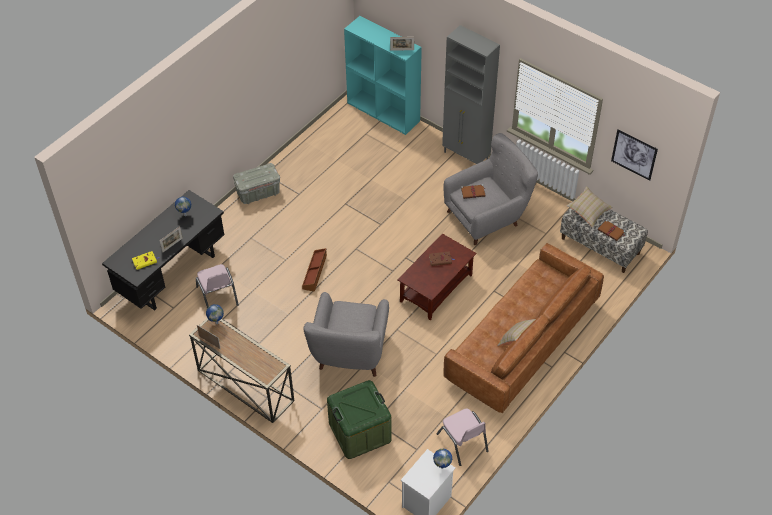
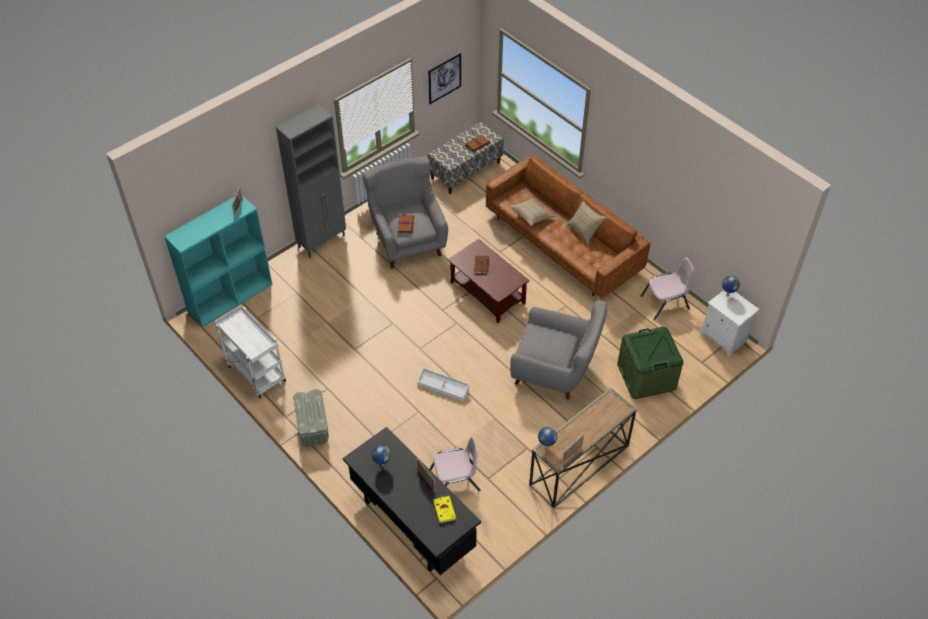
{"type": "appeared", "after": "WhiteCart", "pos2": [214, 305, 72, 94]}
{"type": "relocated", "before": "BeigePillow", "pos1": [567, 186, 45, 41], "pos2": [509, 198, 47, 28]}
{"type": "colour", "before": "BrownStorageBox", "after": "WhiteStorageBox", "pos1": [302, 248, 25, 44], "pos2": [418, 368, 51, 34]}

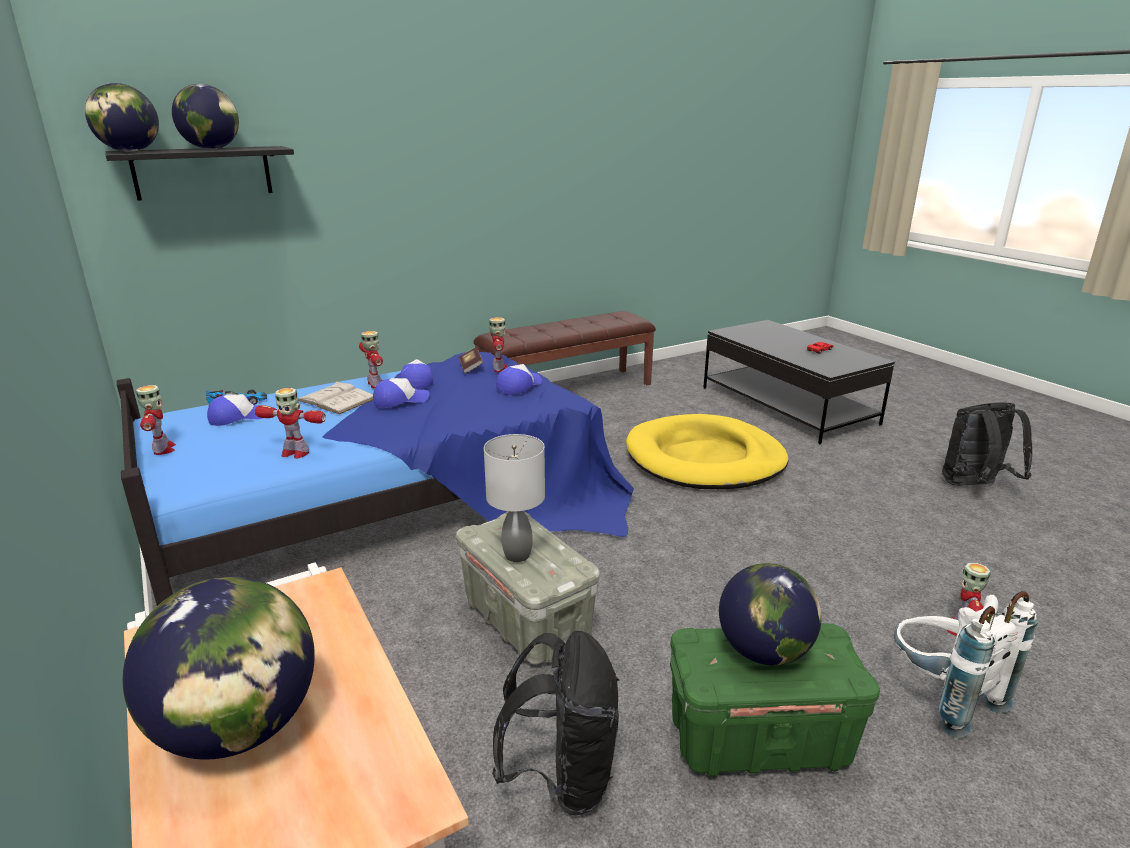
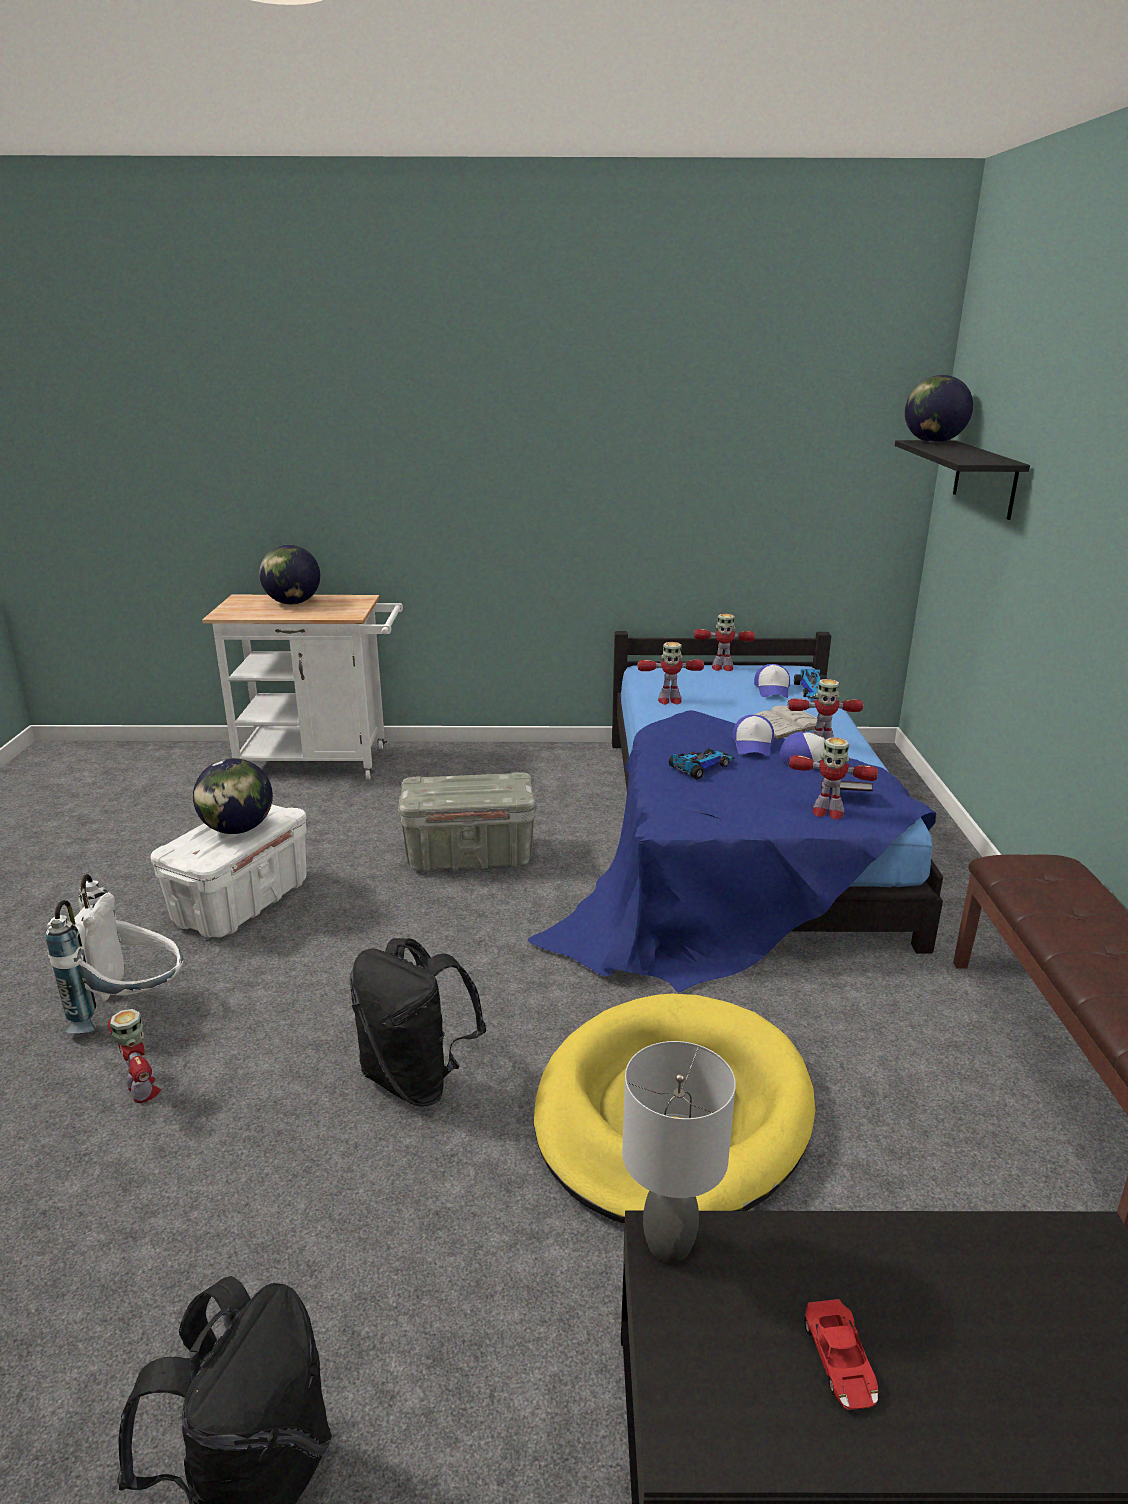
{"type": "missing", "before": "Globe", "pos1": [172, 84, 67, 65]}
{"type": "missing", "before": "Cap", "pos1": [496, 364, 46, 31]}
{"type": "appeared", "after": "ToyCar", "pos2": [669, 748, 66, 31]}
{"type": "relocated", "before": "GreyTableLamp", "pos1": [484, 434, 61, 128], "pos2": [622, 1041, 114, 222]}
{"type": "relocated", "before": "BlackBackpack", "pos1": [492, 631, 128, 185], "pos2": [350, 938, 136, 169]}
{"type": "colour", "before": "GreenStorageBox", "after": "WhiteStorageBox", "pos1": [670, 623, 210, 154], "pos2": [151, 805, 156, 133]}
{"type": "spun", "before": "ToyRobot", "pos1": [255, 388, 71, 71], "pos2": [638, 642, 66, 63], "turn": -135}

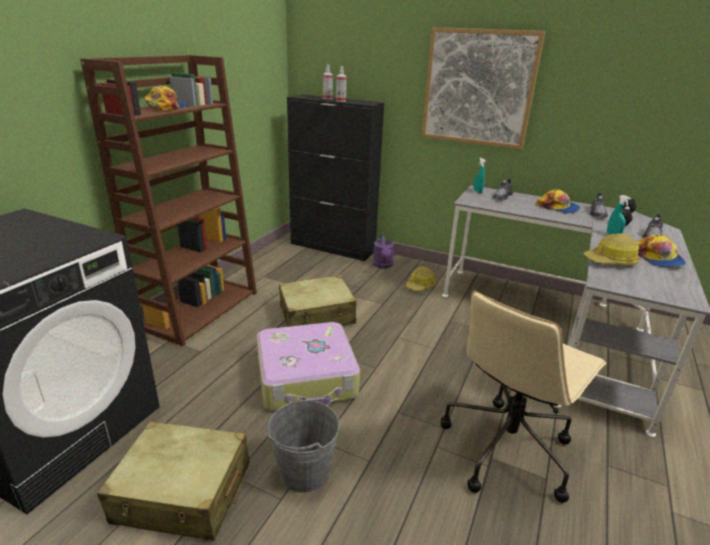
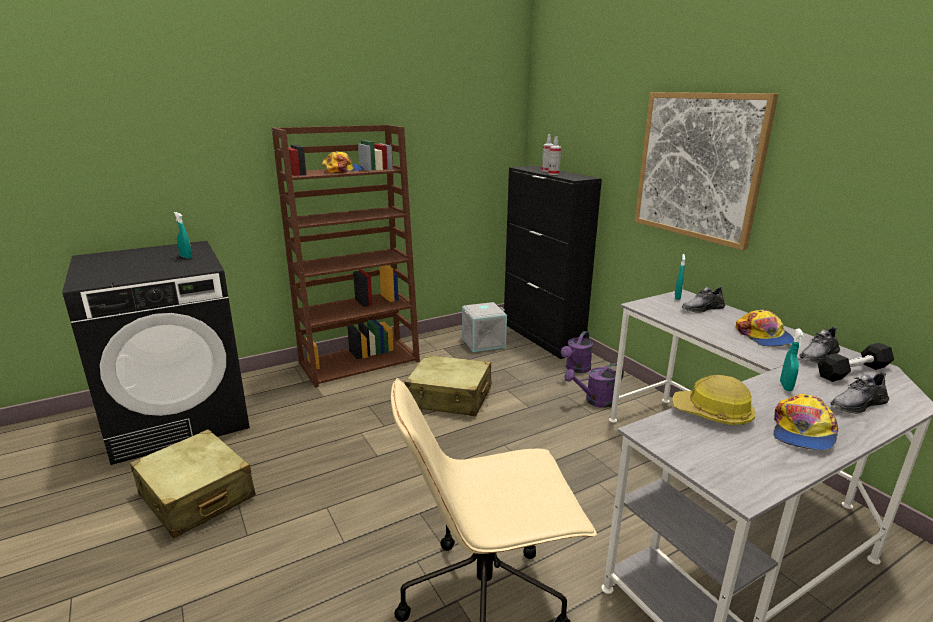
{"type": "missing", "before": "Suitcase", "pos1": [257, 322, 103, 88]}
{"type": "missing", "before": "GreyBucket", "pos1": [268, 400, 72, 93]}
{"type": "appeared", "after": "TurquoiseSprayBottle", "pos2": [174, 212, 18, 47]}
{"type": "appeared", "after": "GreyStorageBox", "pos2": [462, 302, 45, 50]}
{"type": "exchanged", "before": "HardHat", "after": "PurpleWateringCan", "pos1": [406, 267, 30, 24], "pos2": [564, 363, 60, 45]}

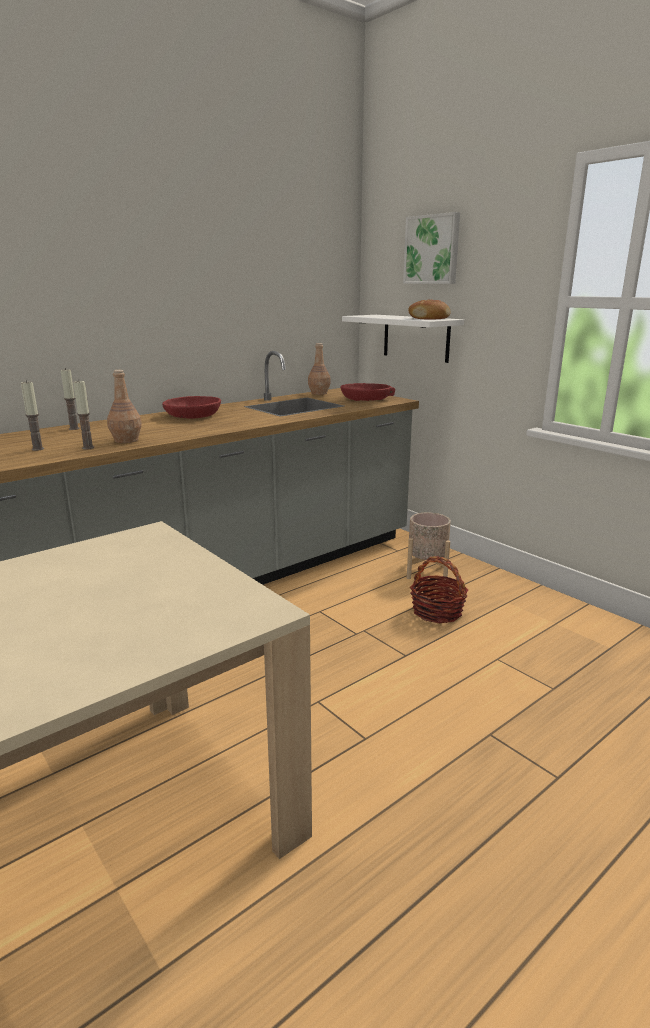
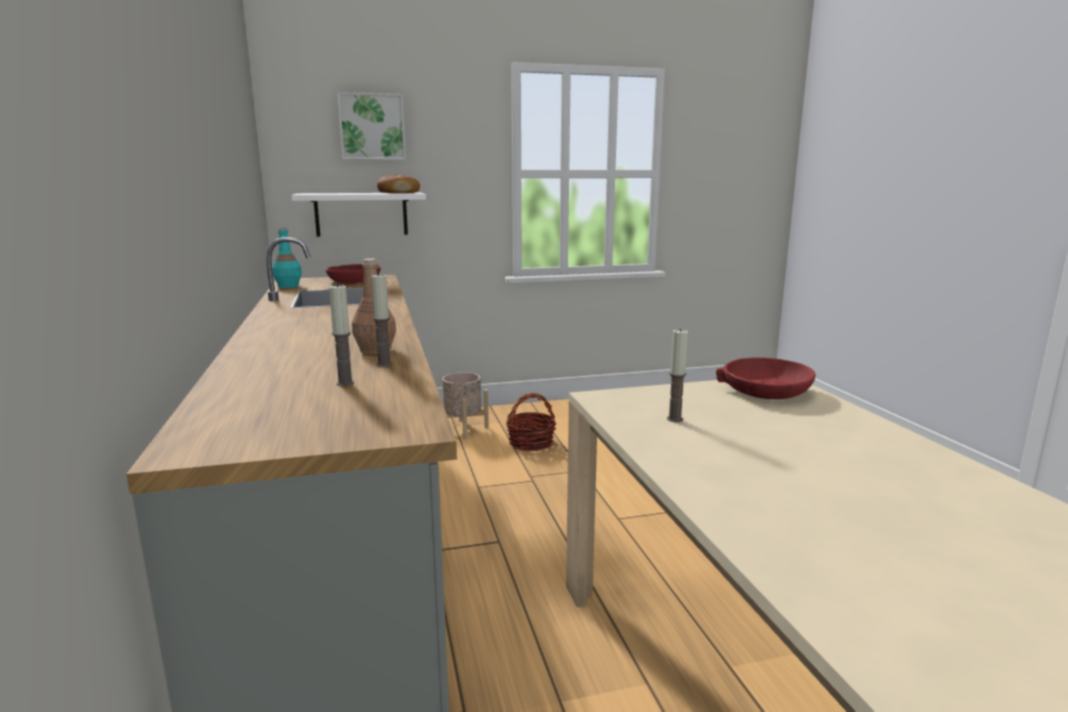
{"type": "relocated", "before": "Candle", "pos1": [61, 368, 19, 62], "pos2": [667, 328, 21, 94]}
{"type": "relocated", "before": "RedBowl", "pos1": [162, 396, 59, 23], "pos2": [716, 357, 100, 42]}
{"type": "colour", "before": "BrownBottle", "after": "TurquoiseBottle", "pos1": [308, 343, 23, 52], "pos2": [272, 227, 30, 61]}

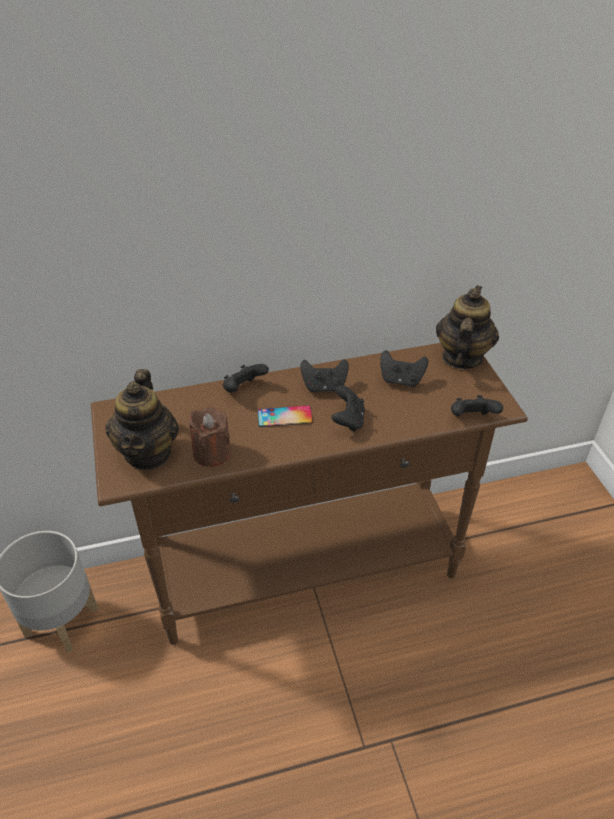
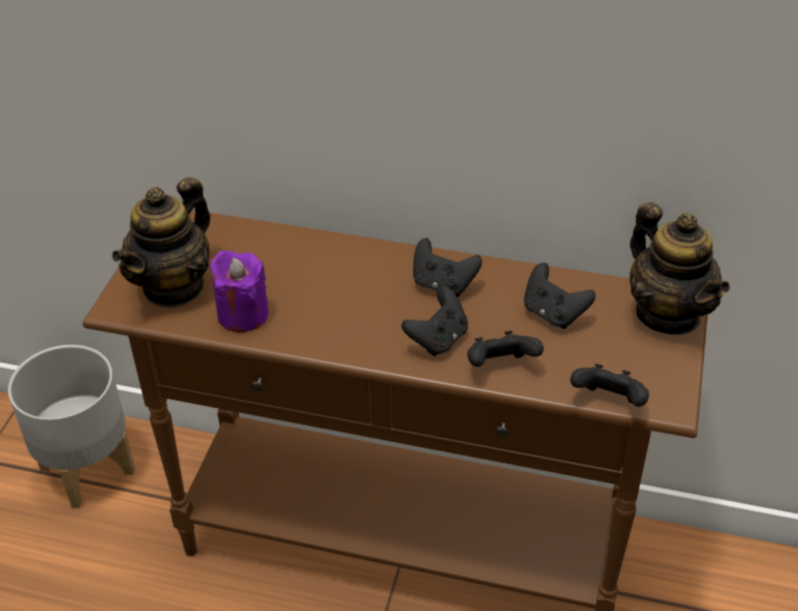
{"type": "missing", "before": "Phone", "pos1": [258, 405, 55, 22]}
{"type": "relocated", "before": "BlackGameController", "pos1": [223, 364, 46, 29], "pos2": [467, 331, 77, 36]}
{"type": "colour", "before": "BrownCandle", "after": "PurpleCandle", "pos1": [189, 407, 42, 60], "pos2": [209, 250, 60, 82]}
{"type": "spun", "before": "Teapot", "pos1": [436, 285, 63, 84], "pos2": [629, 202, 101, 133], "turn": 105}

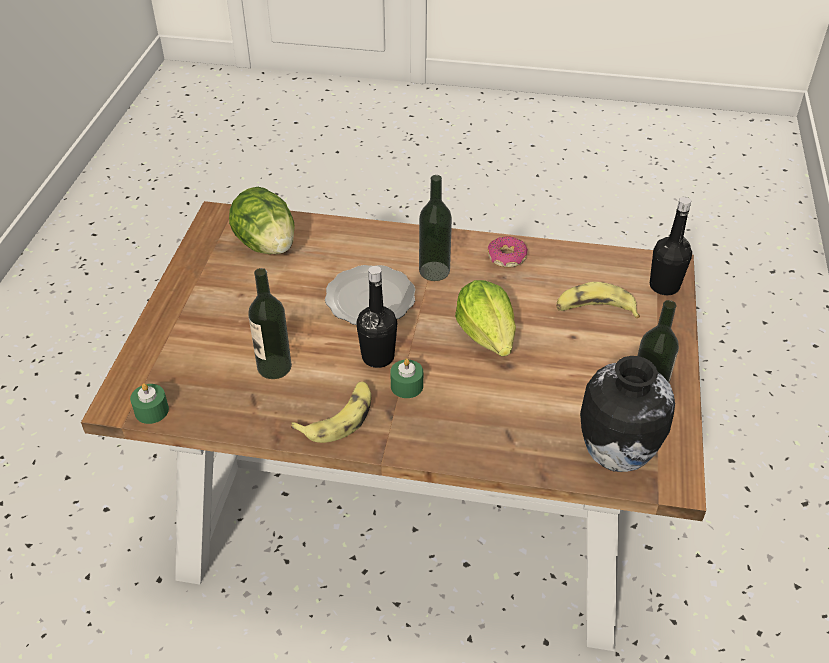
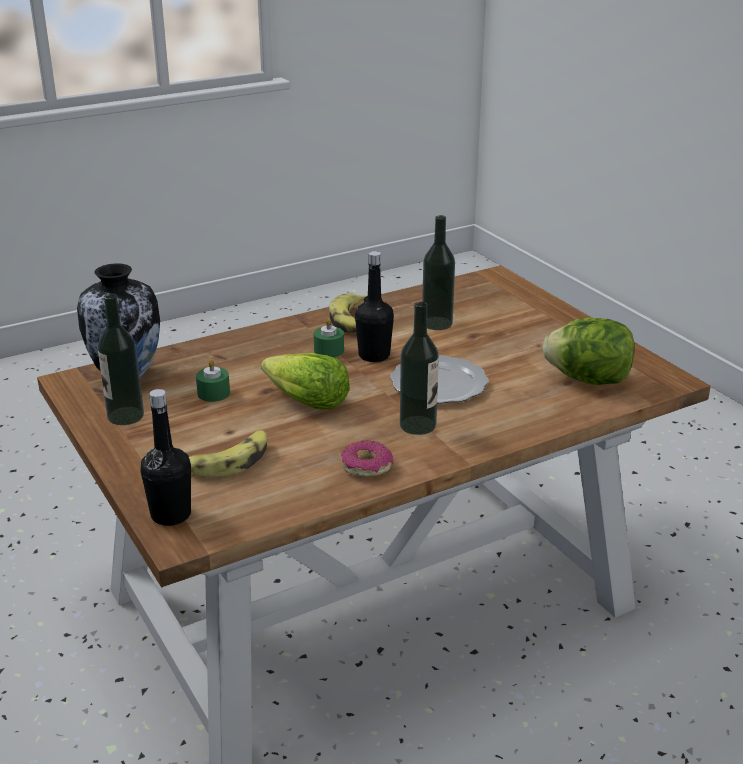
{"type": "relocated", "before": "GreenCandle", "pos1": [130, 383, 39, 41], "pos2": [196, 359, 34, 43]}

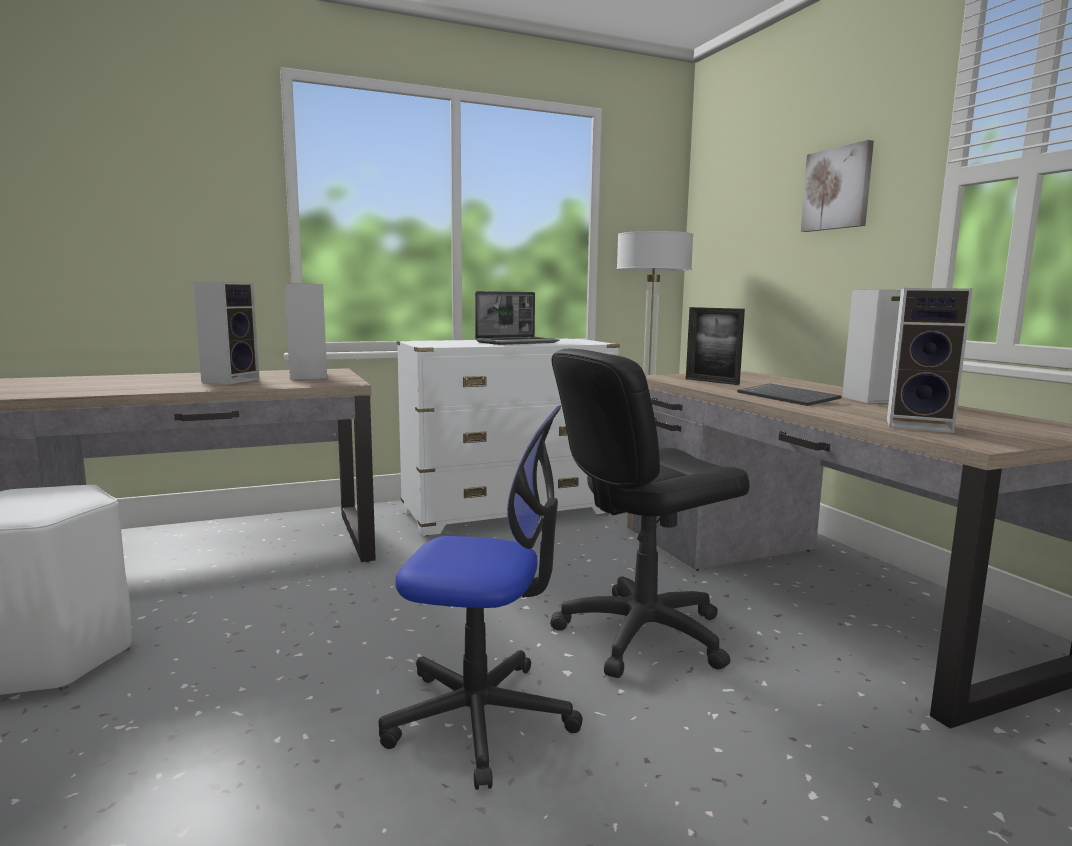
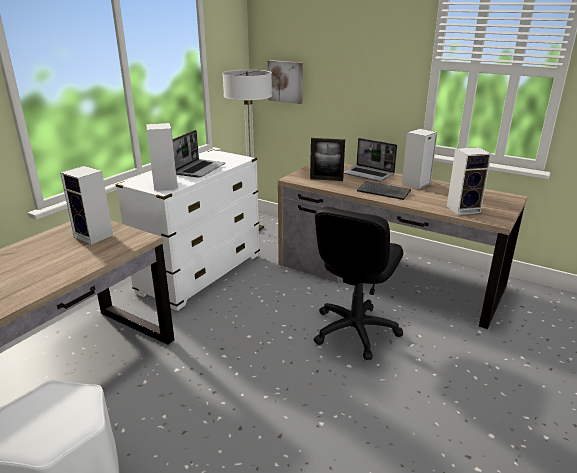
{"type": "missing", "before": "OfficeChair", "pos1": [379, 406, 204, 384]}
{"type": "appeared", "after": "Laptop", "pos2": [344, 138, 53, 44]}
{"type": "relocated", "before": "Speaker", "pos1": [193, 282, 67, 102], "pos2": [146, 123, 32, 67]}
{"type": "relocated", "before": "Picture", "pos1": [801, 140, 73, 92], "pos2": [268, 60, 35, 44]}

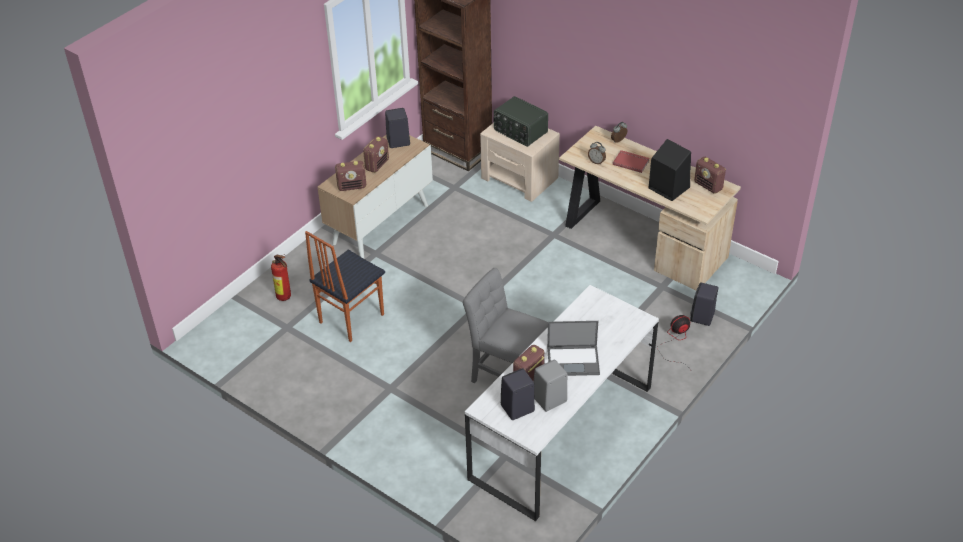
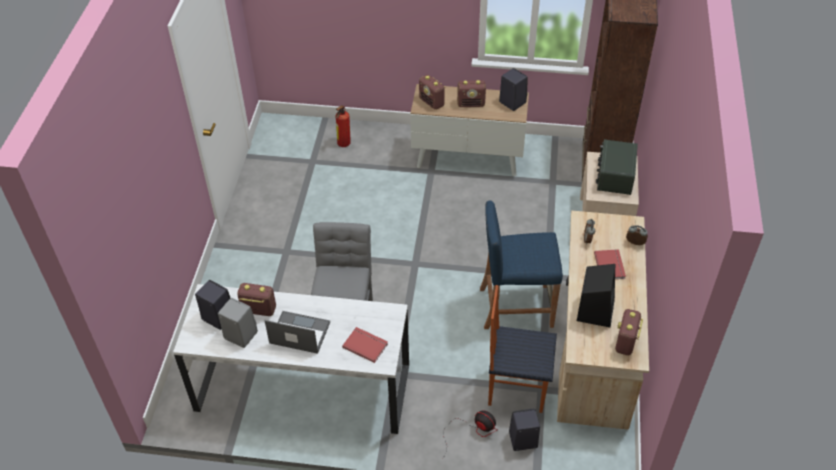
{"type": "appeared", "after": "RedBook", "pos2": [342, 327, 46, 36]}
{"type": "appeared", "after": "BlueStool", "pos2": [480, 200, 83, 129]}
{"type": "relocated", "before": "Chair", "pos1": [305, 231, 80, 111], "pos2": [488, 285, 69, 128]}
{"type": "spun", "before": "Laptop", "pos1": [547, 321, 53, 55], "pos2": [264, 311, 66, 43], "turn": 135}

